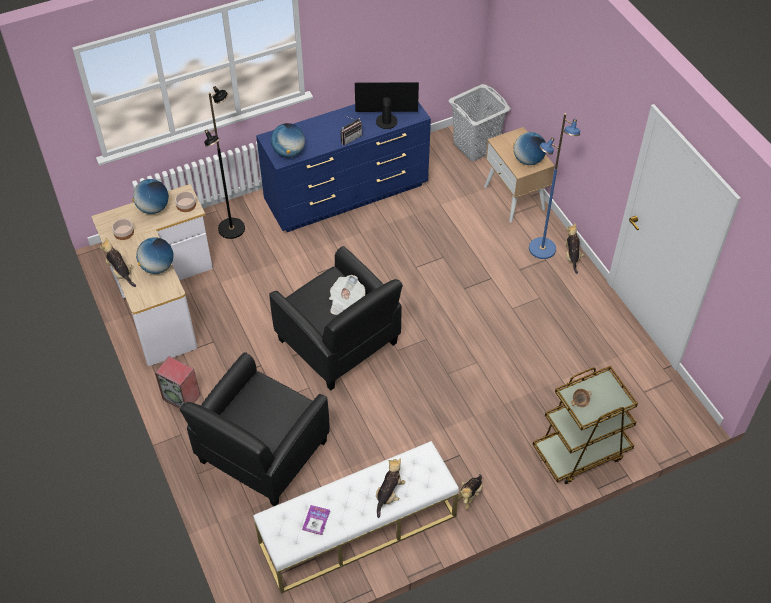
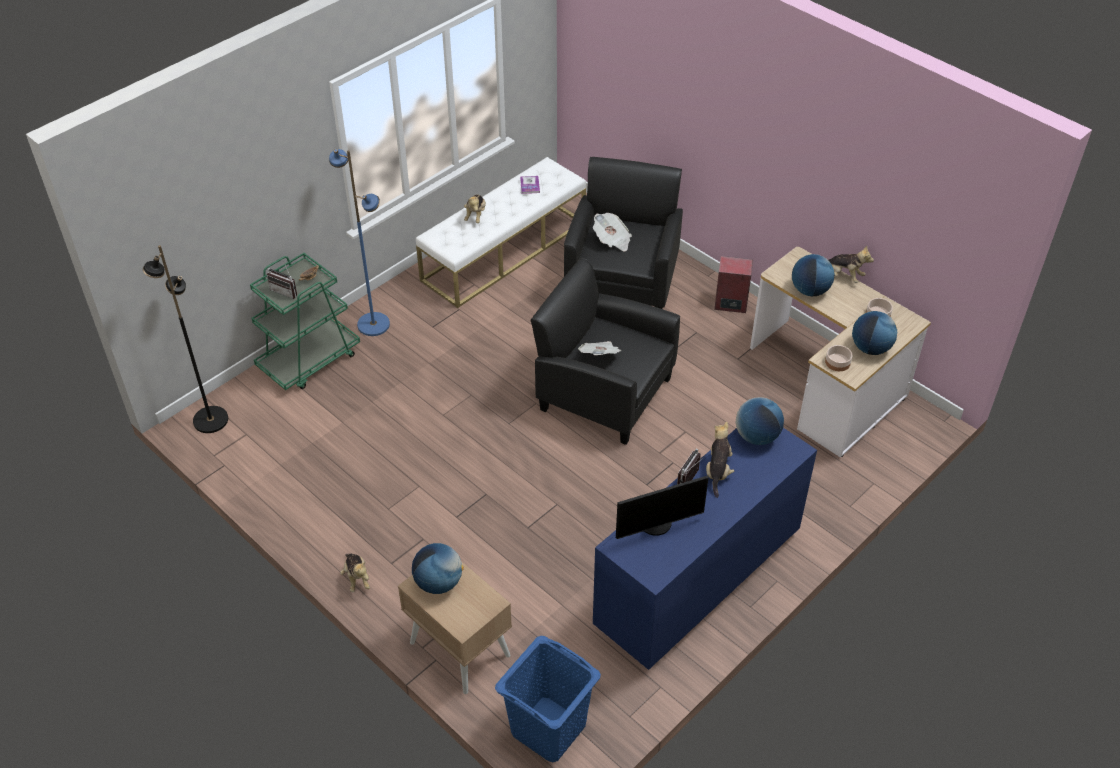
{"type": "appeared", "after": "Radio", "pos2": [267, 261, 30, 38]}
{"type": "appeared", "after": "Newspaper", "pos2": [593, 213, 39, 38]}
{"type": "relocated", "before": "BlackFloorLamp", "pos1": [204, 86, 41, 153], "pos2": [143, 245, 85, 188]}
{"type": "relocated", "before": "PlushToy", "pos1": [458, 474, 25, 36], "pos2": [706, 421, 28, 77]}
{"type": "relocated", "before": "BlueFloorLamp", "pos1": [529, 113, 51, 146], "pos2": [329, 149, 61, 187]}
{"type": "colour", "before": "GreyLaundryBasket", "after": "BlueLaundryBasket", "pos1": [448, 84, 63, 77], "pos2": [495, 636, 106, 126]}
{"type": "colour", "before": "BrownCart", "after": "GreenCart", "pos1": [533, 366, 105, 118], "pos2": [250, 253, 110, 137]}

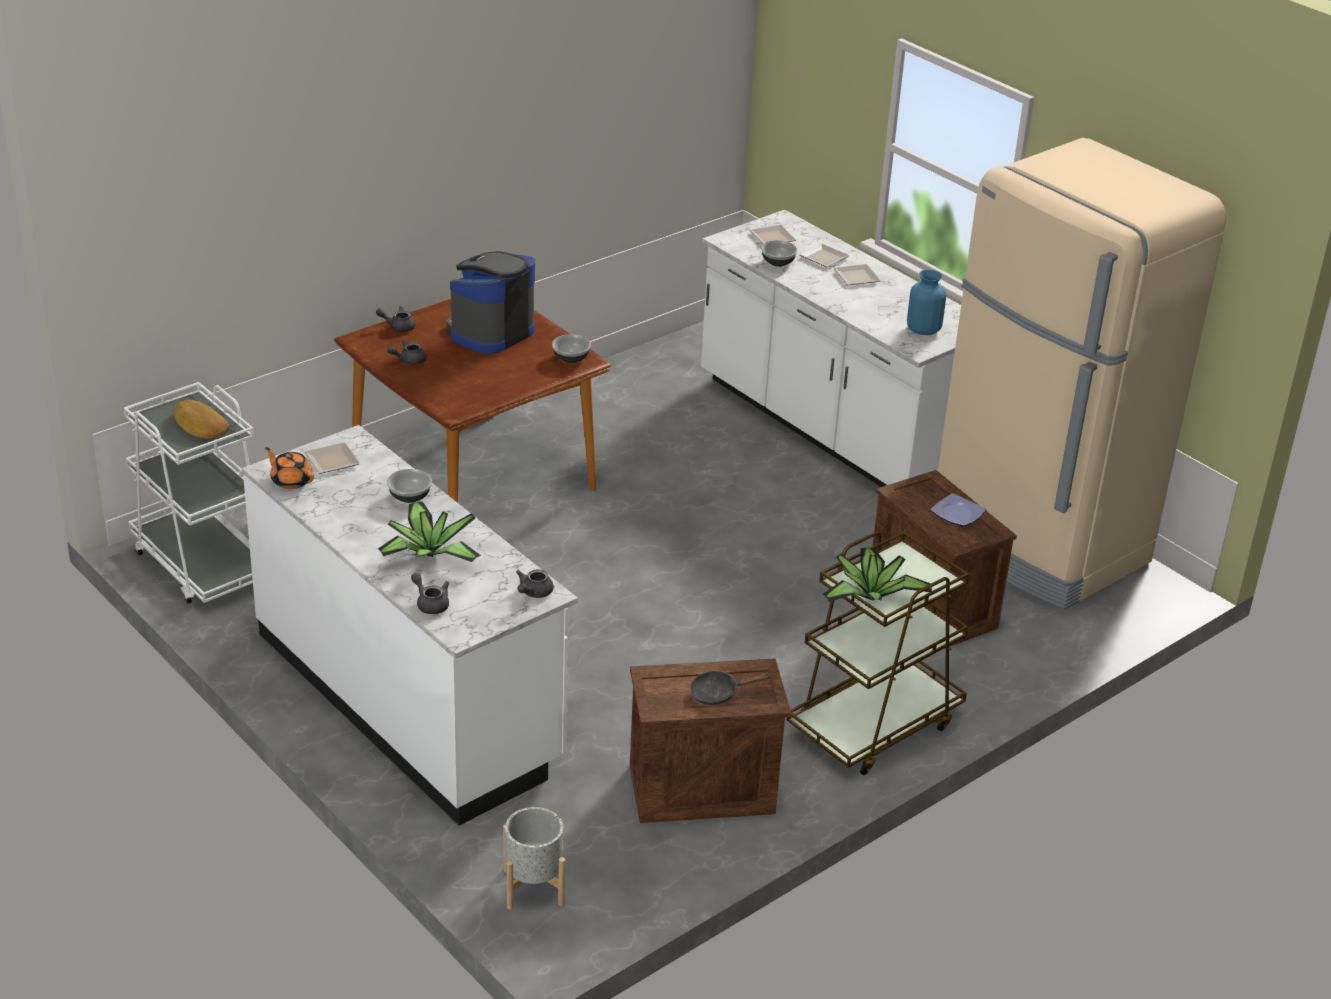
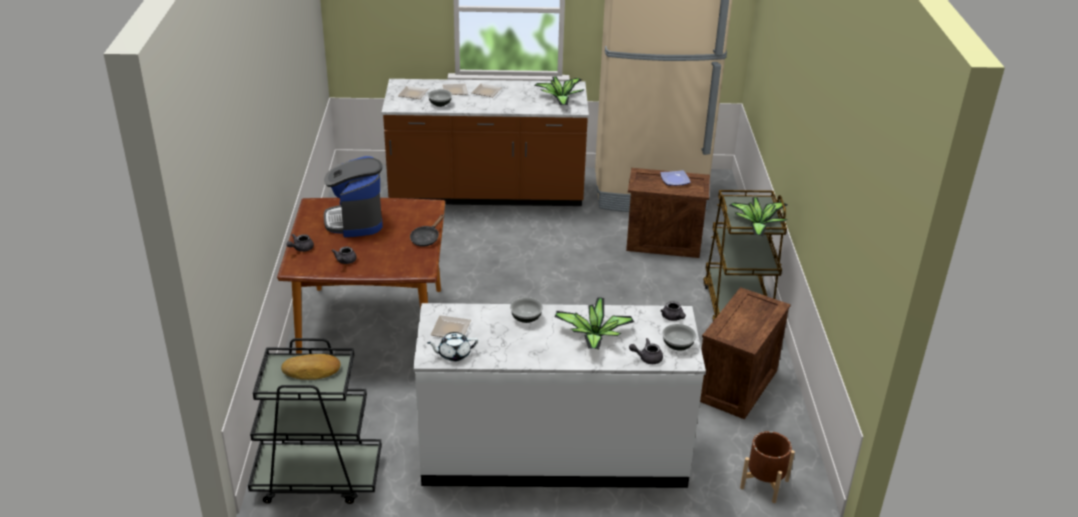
{"type": "relocated", "before": "Bowl", "pos1": [552, 334, 39, 29], "pos2": [662, 324, 34, 27]}
{"type": "relocated", "before": "BlackFryingPan", "pos1": [690, 671, 80, 34], "pos2": [410, 214, 34, 33]}
{"type": "exchanged", "before": "BlueVase", "after": "PottedPlant", "pos1": [907, 269, 39, 66], "pos2": [534, 76, 51, 29]}
{"type": "colour", "before": "WhiteCart", "after": "BlackCart", "pos1": [124, 382, 130, 222], "pos2": [248, 338, 134, 166]}
{"type": "colour", "before": "OrangeTeapot", "after": "WhiteTeapot", "pos1": [265, 447, 49, 42], "pos2": [427, 332, 51, 30]}
{"type": "colour", "before": "GreyPlanter", "after": "BrownPlanter", "pos1": [503, 807, 62, 103], "pos2": [740, 431, 55, 72]}
{"type": "colour", "before": "WhiteCounter", "after": "BrownCounter", "pos1": [701, 210, 260, 277], "pos2": [382, 79, 207, 127]}

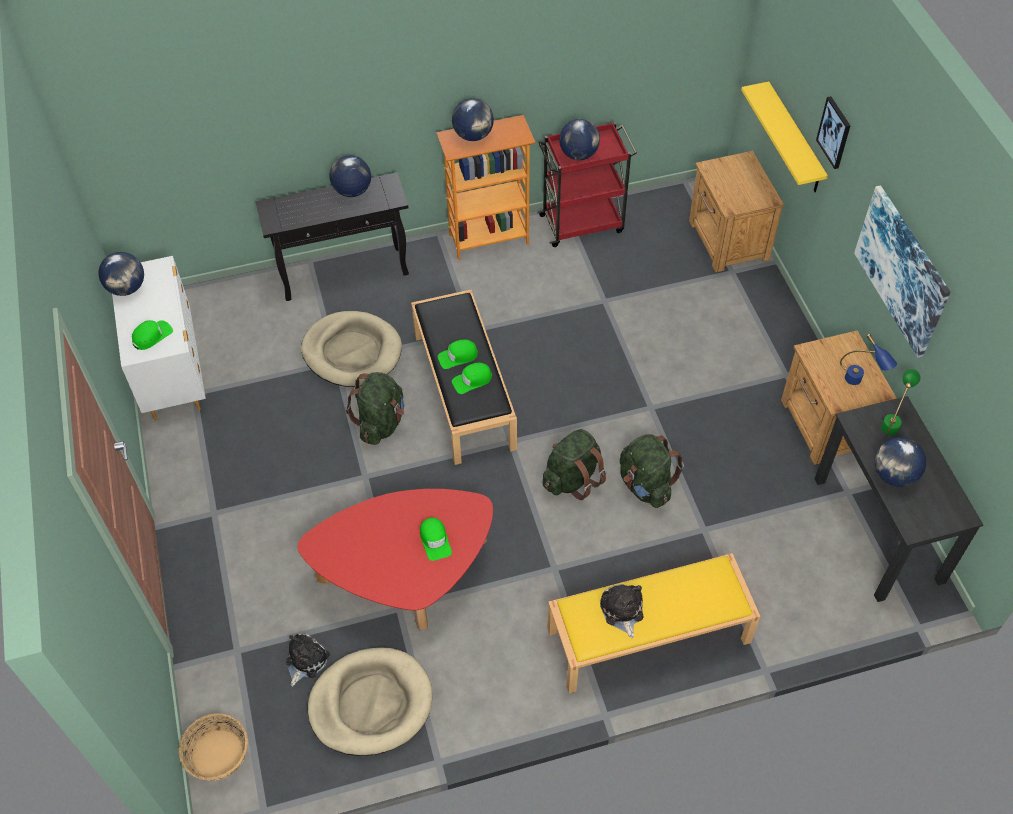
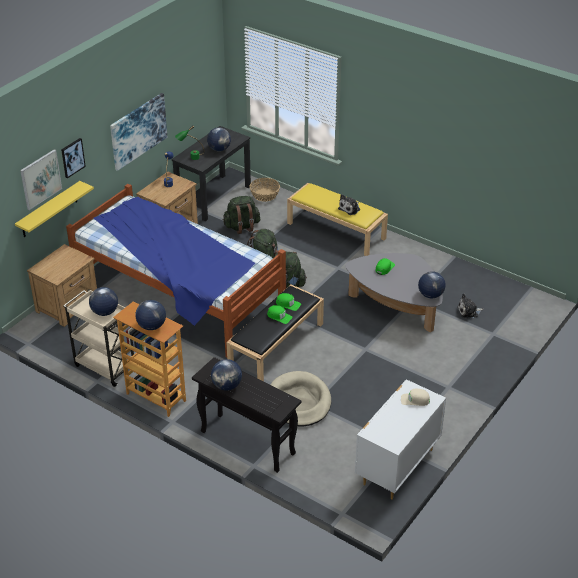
{"type": "missing", "before": "BeigeDogBed", "pos1": [308, 647, 124, 109]}
{"type": "appeared", "after": "Picture", "pos2": [20, 149, 42, 61]}
{"type": "appeared", "after": "Bed", "pos2": [66, 184, 220, 173]}
{"type": "relocated", "before": "Globe", "pos1": [98, 252, 46, 44], "pos2": [418, 271, 28, 27]}
{"type": "relocated", "before": "Basket", "pos1": [179, 713, 69, 68], "pos2": [250, 178, 30, 24]}
{"type": "relocated", "before": "GreenBackpack", "pos1": [346, 372, 58, 73], "pos2": [223, 196, 37, 38]}
{"type": "colour", "before": "GreenCap", "after": "BeigeCap", "pos1": [132, 320, 41, 30], "pos2": [401, 389, 29, 17]}
{"type": "colour", "before": "RedCoffeeTable", "after": "GreyCoffeeTable", "pos1": [298, 489, 195, 141], "pos2": [345, 253, 98, 79]}
{"type": "colour", "before": "RedCart", "after": "BeigeCart", "pos1": [537, 122, 100, 125], "pos2": [63, 289, 71, 98]}

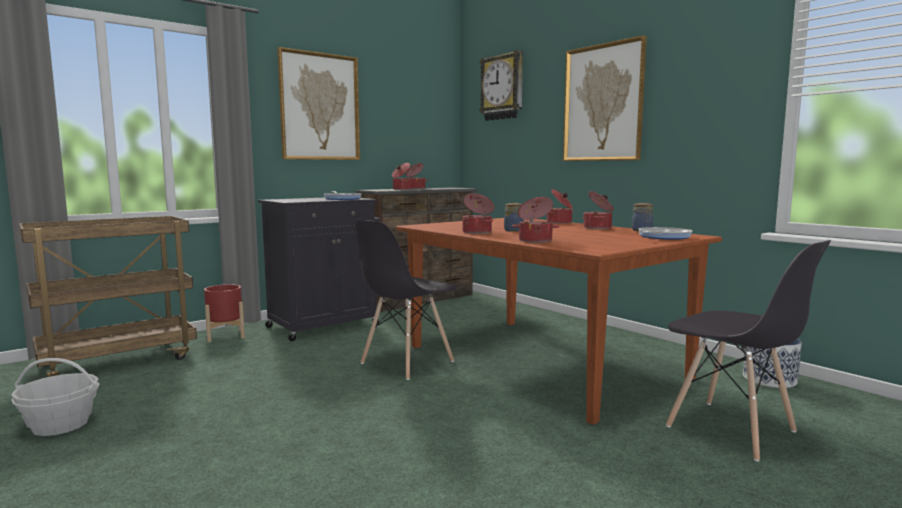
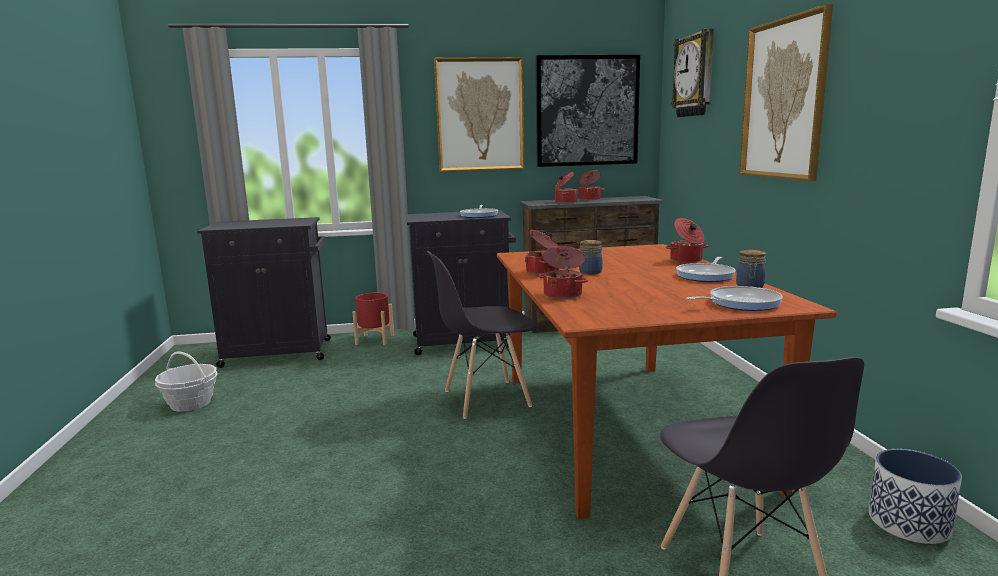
{"type": "appeared", "after": "Picture", "pos2": [536, 55, 104, 112]}
{"type": "exchanged", "before": "BrownCart", "after": "BlackCabinet", "pos1": [19, 216, 178, 161], "pos2": [197, 217, 134, 151]}
{"type": "exchanged", "before": "CookingPot", "after": "FryingPan", "pos1": [583, 191, 31, 38], "pos2": [676, 257, 60, 25]}

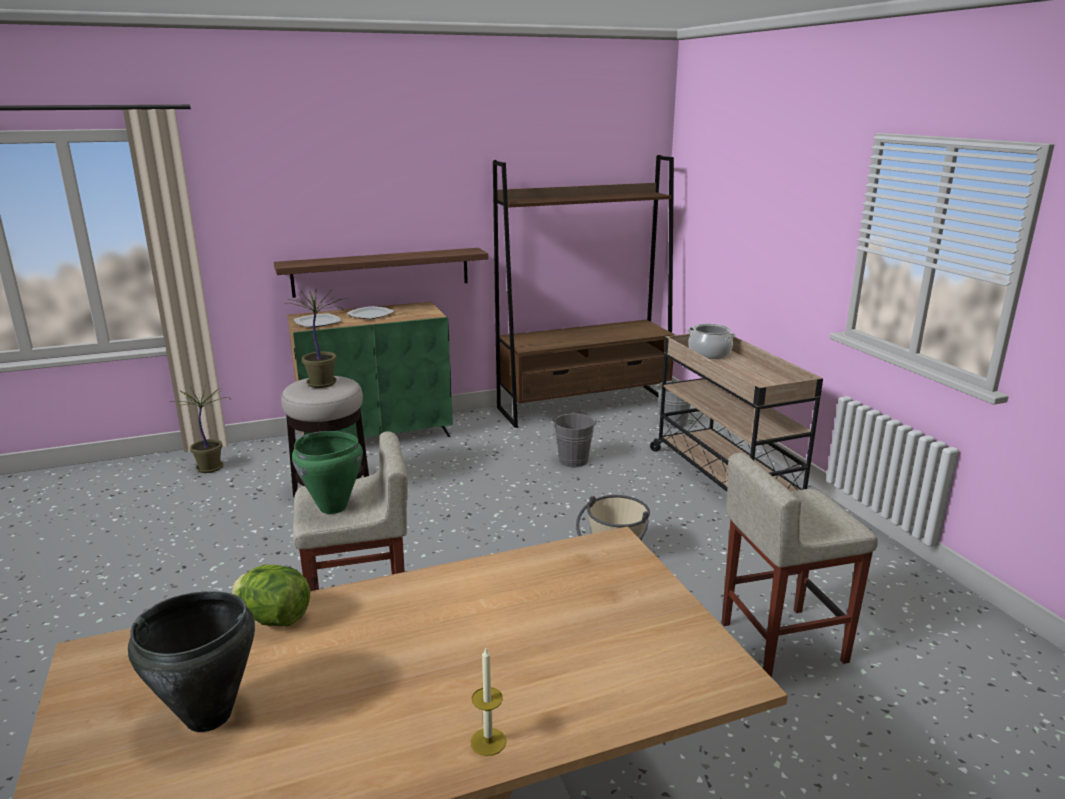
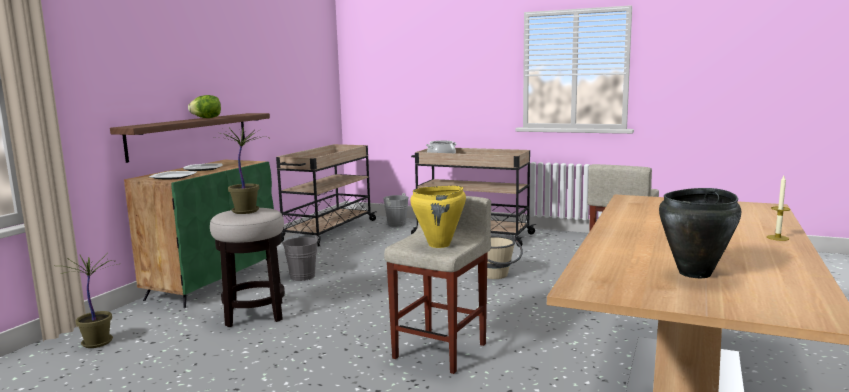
{"type": "relocated", "before": "Lettuce", "pos1": [232, 564, 78, 62], "pos2": [188, 95, 33, 23]}
{"type": "relocated", "before": "GreyBucket", "pos1": [552, 414, 45, 53], "pos2": [282, 235, 39, 46]}
{"type": "exchanged", "before": "BrownBookcase", "after": "BeigeCart", "pos1": [493, 155, 182, 273], "pos2": [276, 144, 100, 103]}
{"type": "colour", "before": "GreenCookingPot", "after": "YellowCookingPot", "pos1": [292, 431, 71, 83], "pos2": [410, 186, 56, 62]}

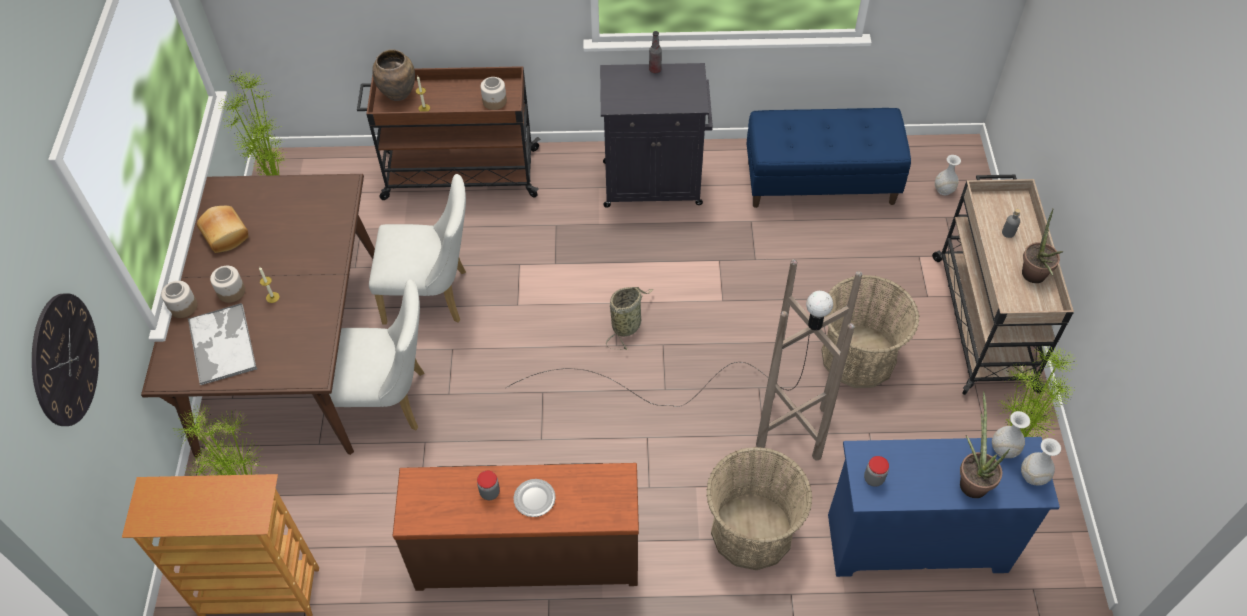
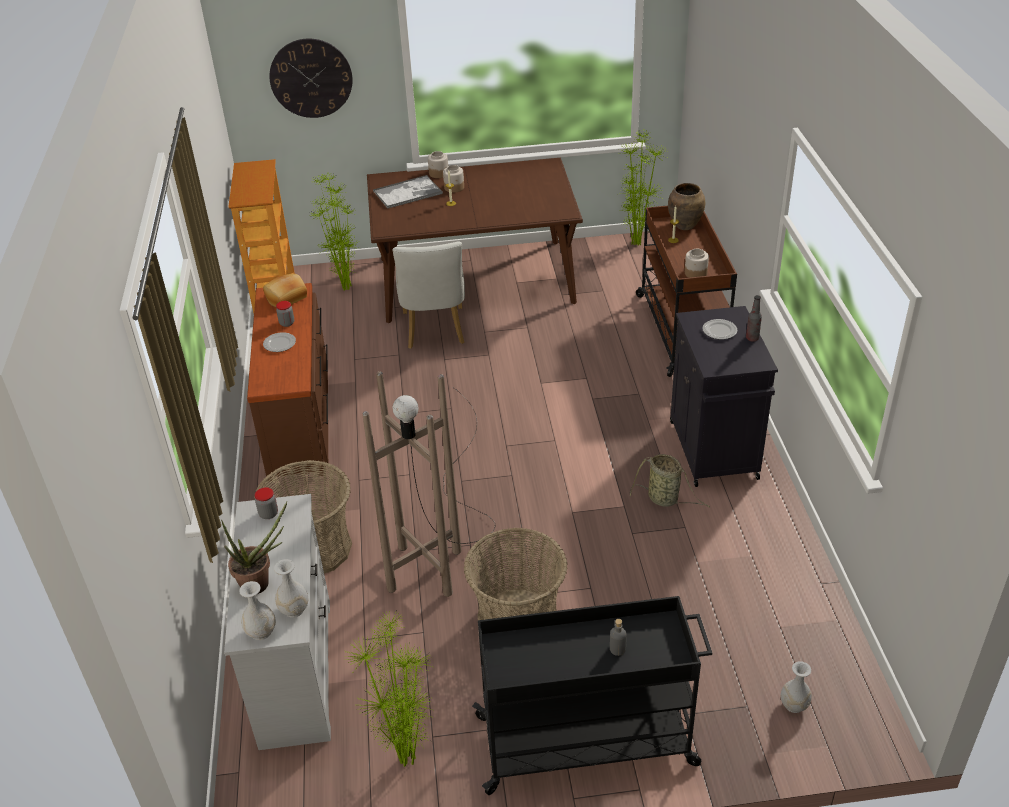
{"type": "missing", "before": "WhiteChair", "pos1": [369, 174, 97, 151]}
{"type": "missing", "before": "BlueBench", "pos1": [746, 108, 165, 100]}
{"type": "missing", "before": "PottedPlant", "pos1": [1022, 208, 41, 75]}
{"type": "appeared", "after": "Plate", "pos2": [702, 319, 35, 20]}
{"type": "relocated", "before": "Bread", "pos1": [197, 206, 52, 47], "pos2": [263, 274, 44, 33]}
{"type": "relocated", "before": "Basket", "pos1": [606, 287, 47, 63], "pos2": [630, 454, 80, 53]}
{"type": "colour", "before": "BlueDresser", "after": "WhiteDresser", "pos1": [828, 437, 232, 140], "pos2": [224, 494, 107, 256]}
{"type": "colour", "before": "BeigeCart", "after": "BlackCart", "pos1": [932, 175, 142, 220], "pos2": [472, 596, 240, 199]}

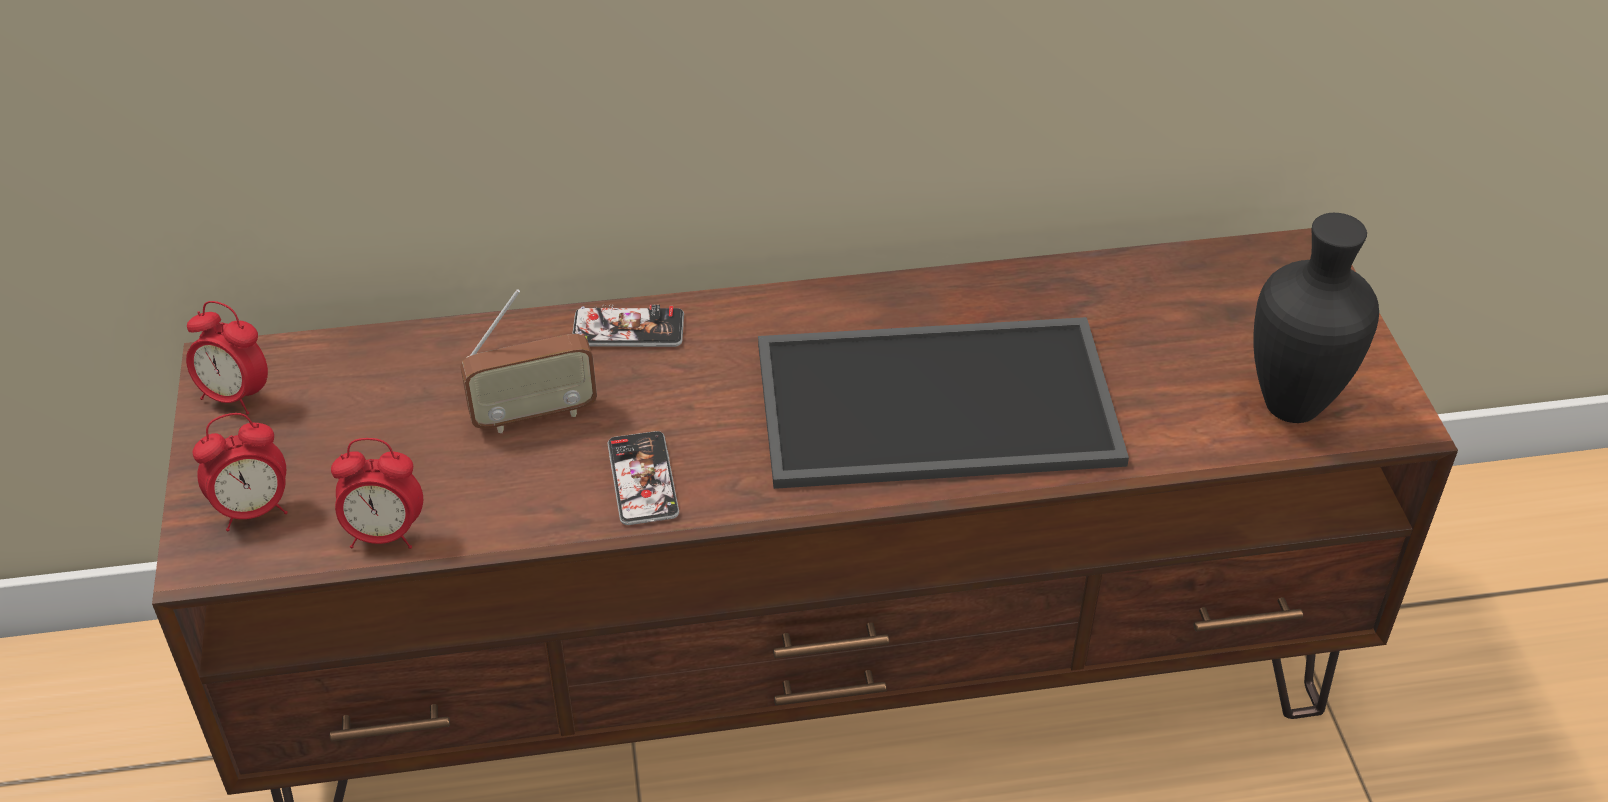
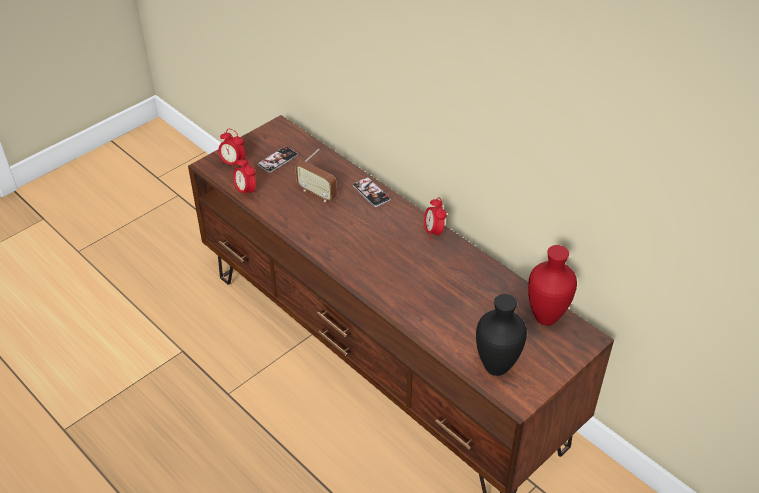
{"type": "missing", "before": "Tray", "pos1": [758, 317, 371, 172]}
{"type": "appeared", "after": "RedVase", "pos2": [528, 245, 49, 81]}
{"type": "relocated", "before": "AlarmClock", "pos1": [186, 301, 82, 114], "pos2": [424, 197, 23, 43]}
{"type": "relocated", "before": "Phone", "pos1": [608, 431, 71, 94], "pos2": [258, 147, 40, 26]}

